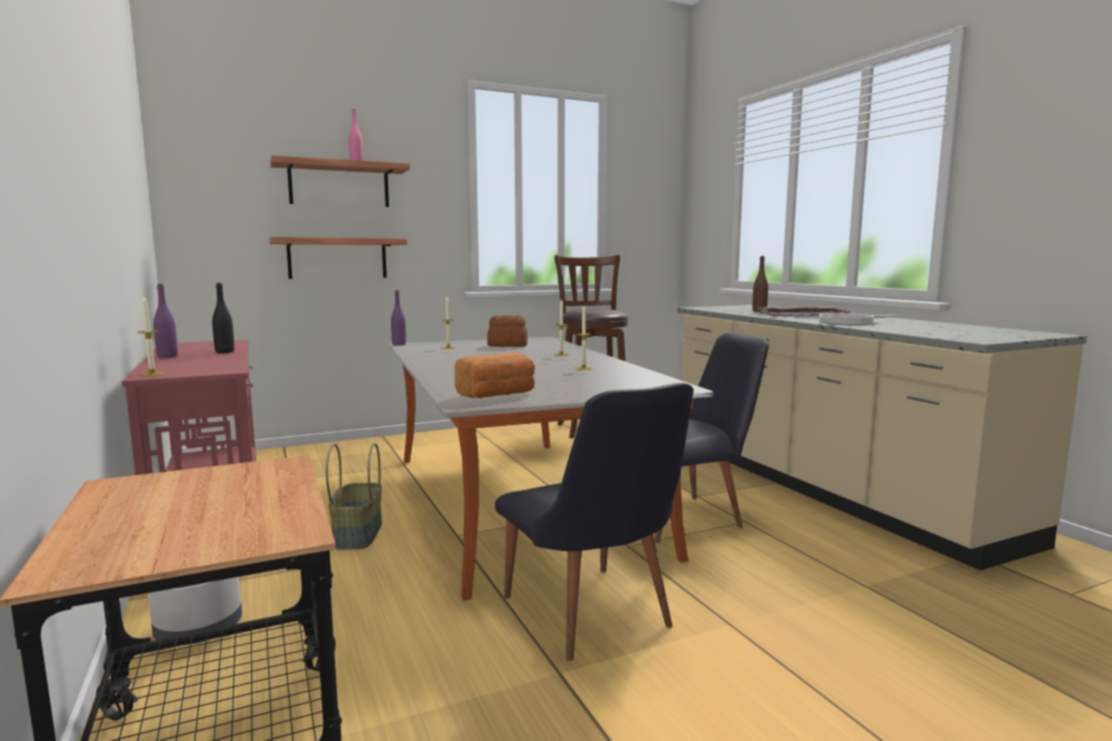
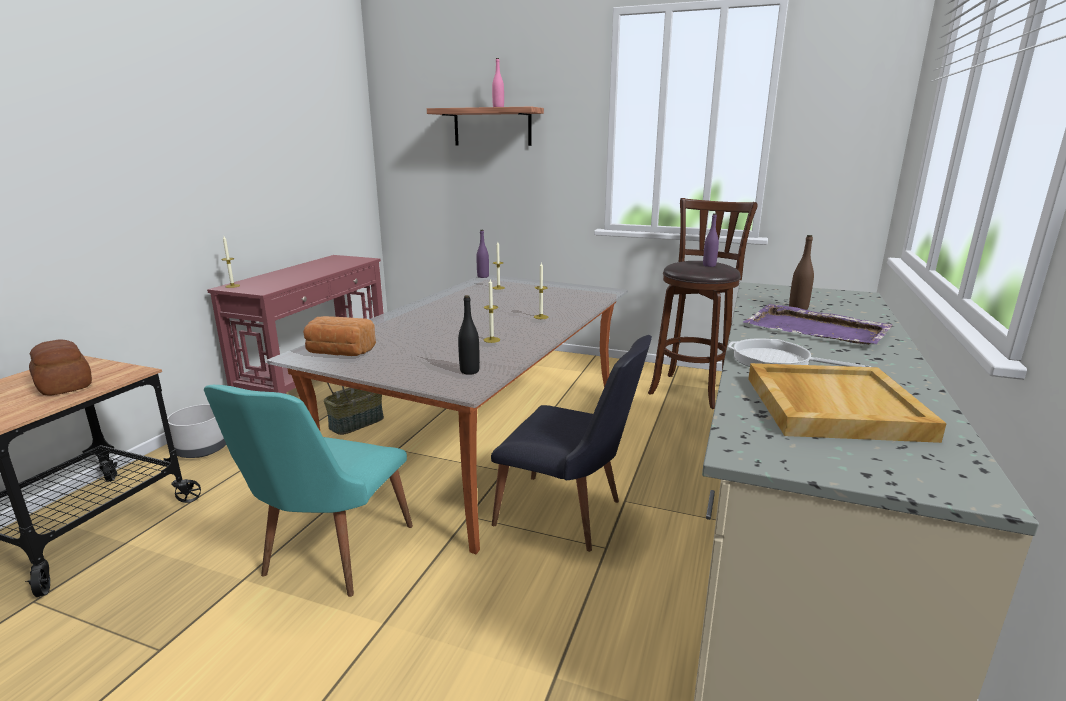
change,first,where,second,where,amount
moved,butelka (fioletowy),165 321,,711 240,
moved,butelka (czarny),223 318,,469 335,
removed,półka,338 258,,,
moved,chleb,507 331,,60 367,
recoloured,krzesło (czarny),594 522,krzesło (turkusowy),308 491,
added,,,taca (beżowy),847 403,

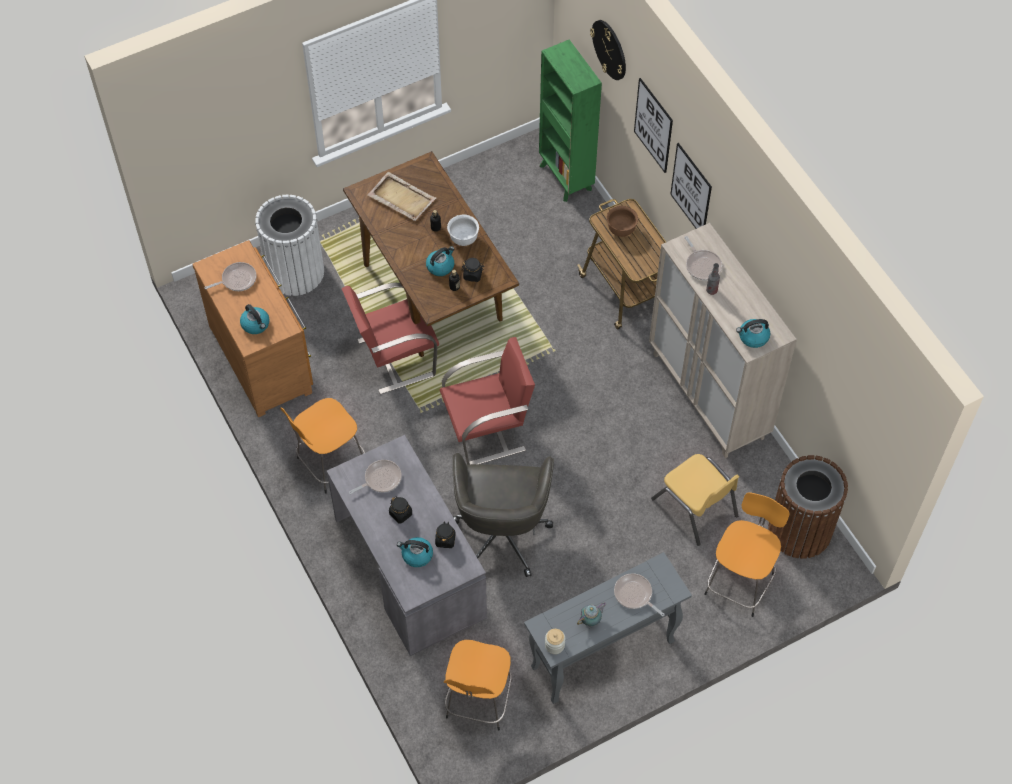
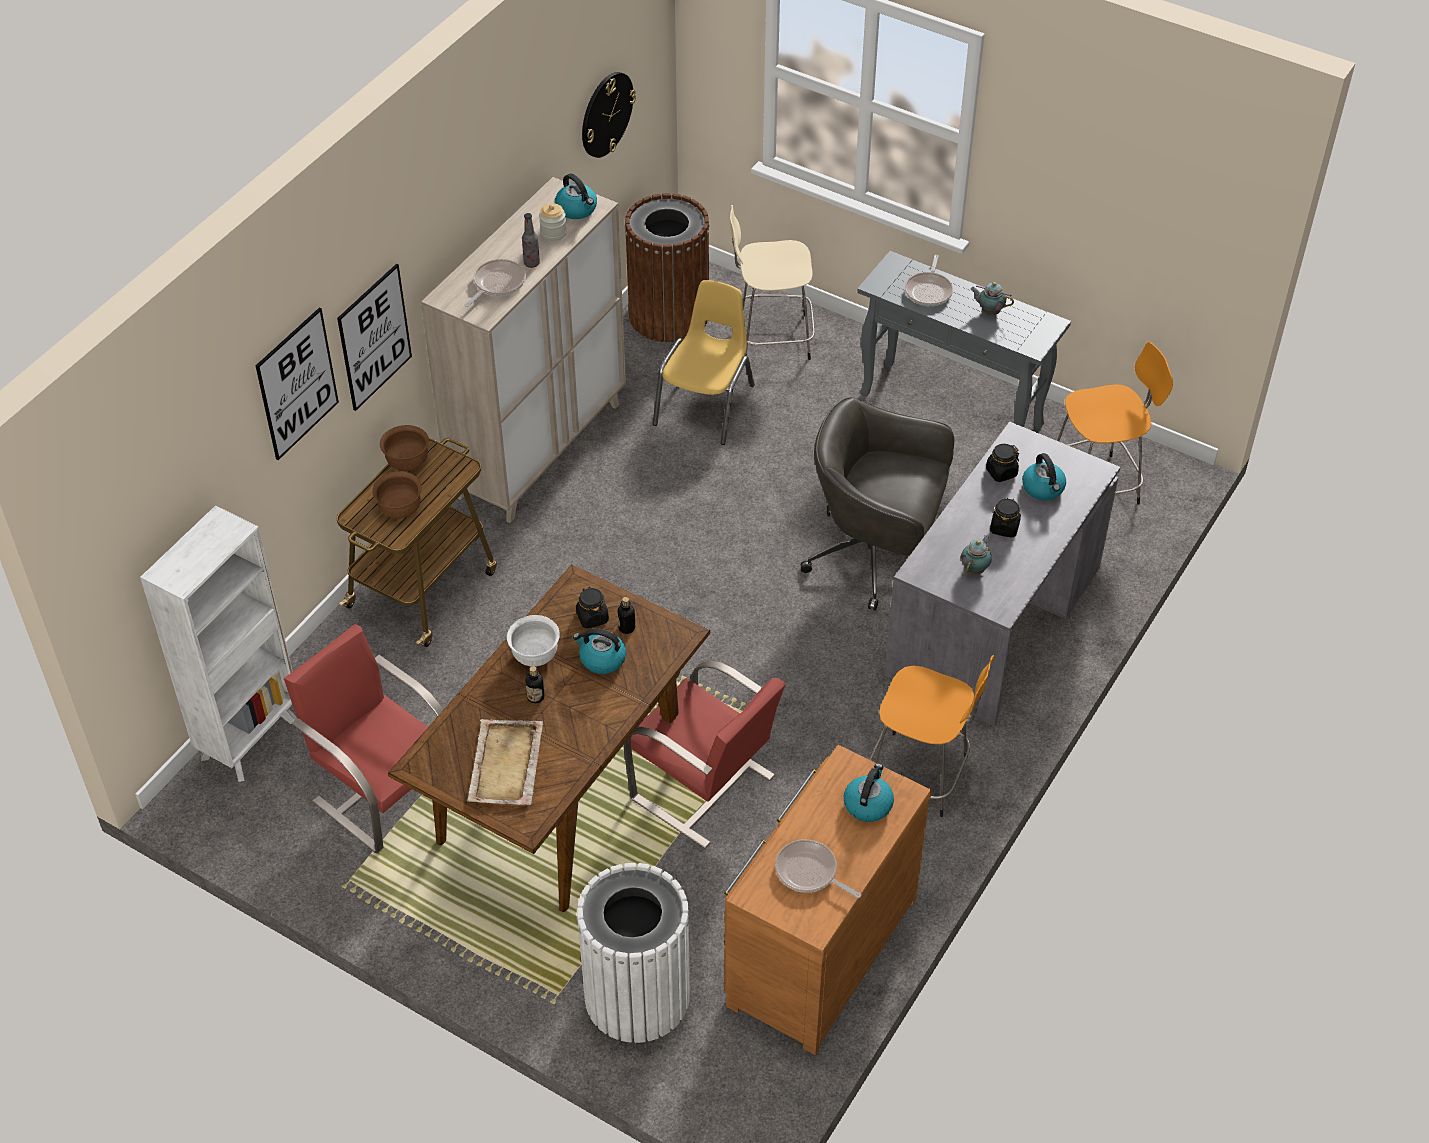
change,first,where,second,where,amount
replaced,patelnia,375 477,imbryk,976 555,
moved,krzesło (czerwony),487 400,,364 738,
turned,krzesło biurowe (szary),503 515,,877 503,135 degrees counterclockwise
recoloured,regał (zielony),570 120,regał (biały),218 643,
moved,słoik,555 641,,553 222,
moved,zegar ścienny,608 50,,609 115,
recoloured,stołek (pomarańczowy),746 554,stołek (beżowy),772 282,
added,,,miska (brązowy),404 448,

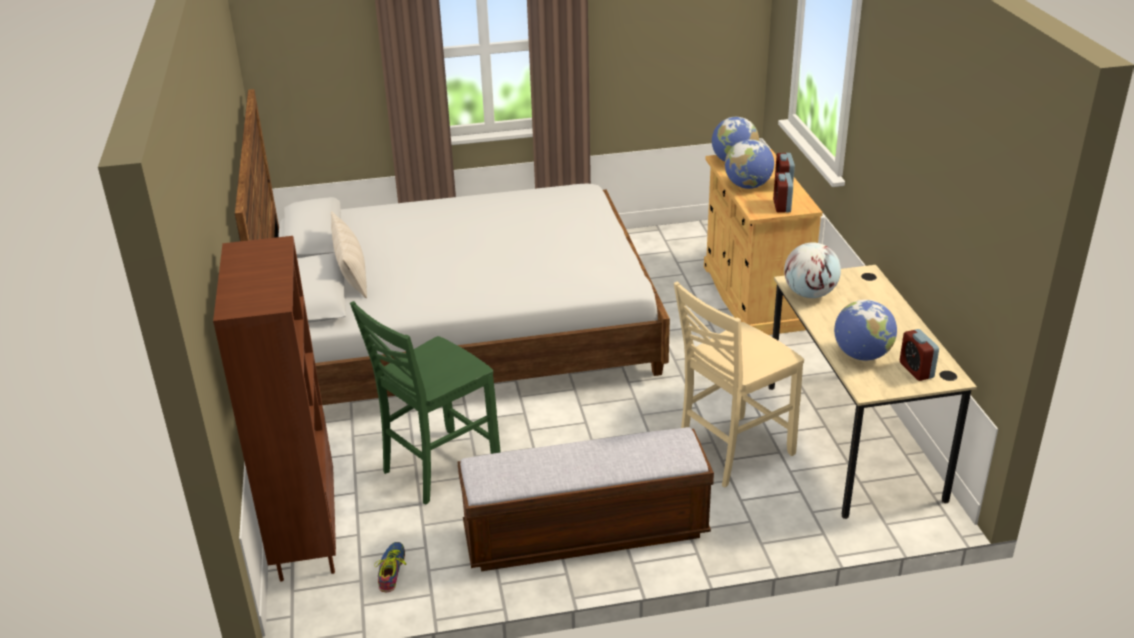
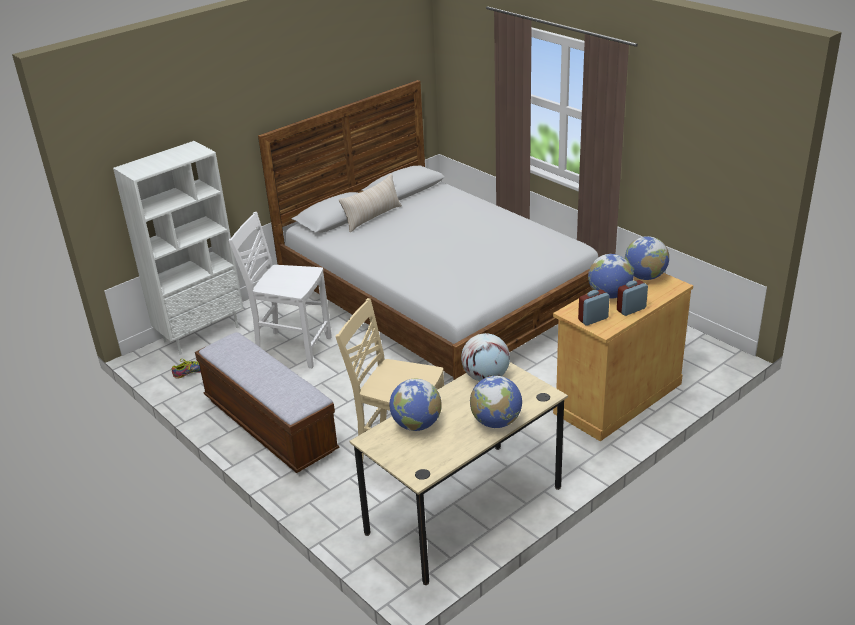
change,first,where,second,where,amount
recoloured,regał (brązowy),274 408,regał (biały),178 248,
recoloured,krzesło (zielony),425 403,krzesło (biały),280 290,
removed,budzik,919 355,,,
added,,,globus,496 402,

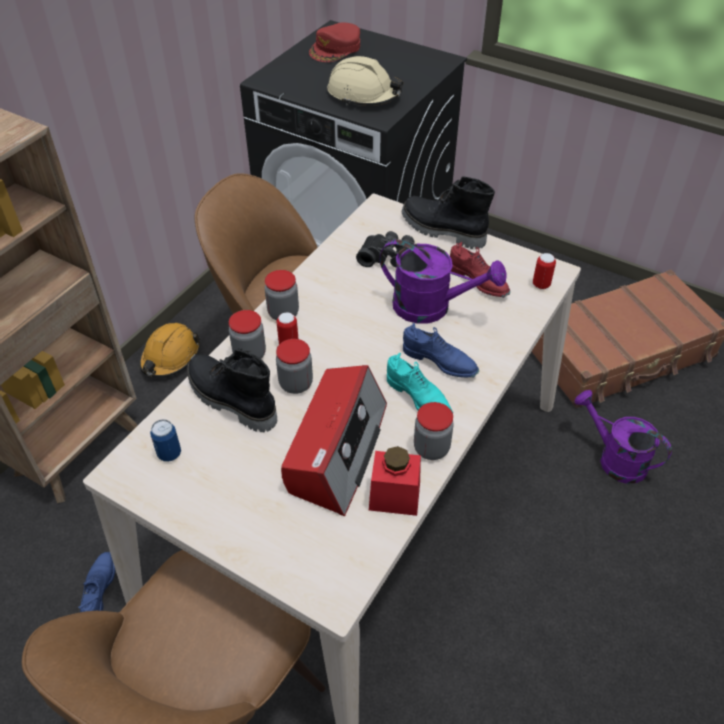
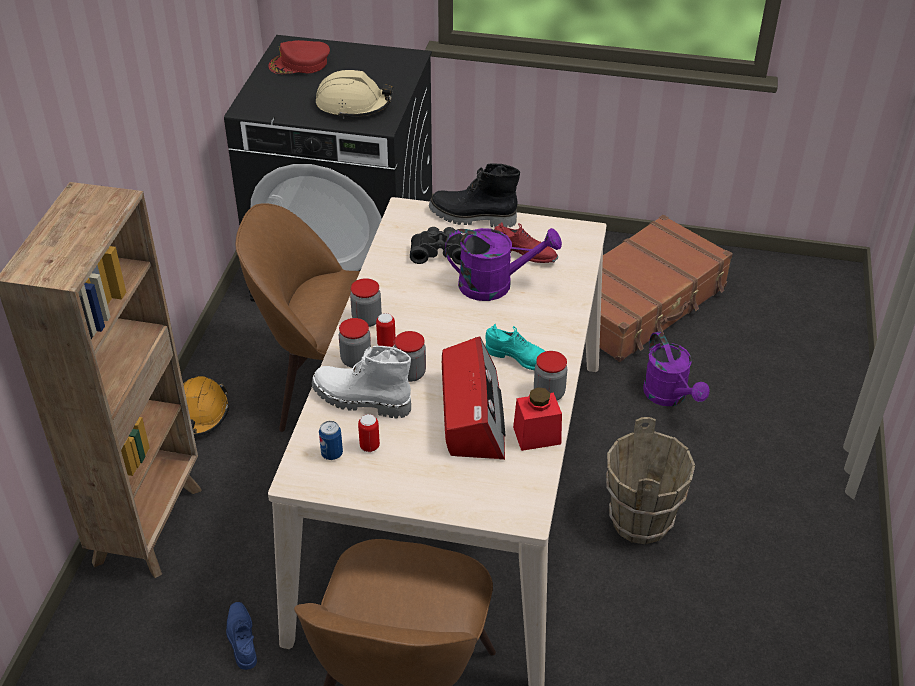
change,first,where,second,where,amount
recoloured,but z cholewką (czarny),232 390,but z cholewką (biały),361 382,
turned,czapka z daszkiem (czerwony),334 42,,299 57,60 degrees clockwise
removed,but (niebieski),441 350,,,
moved,puszka,544 271,,369 433,
turned,konewka (fioletowy),623 437,,676 368,135 degrees counterclockwise
added,,,wiadro (brązowy),650 480,

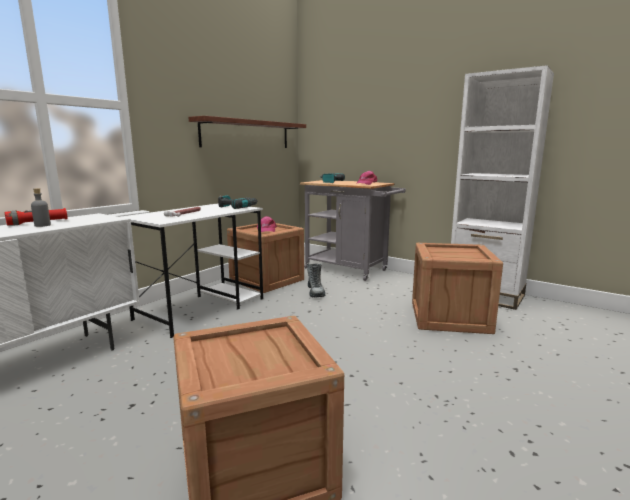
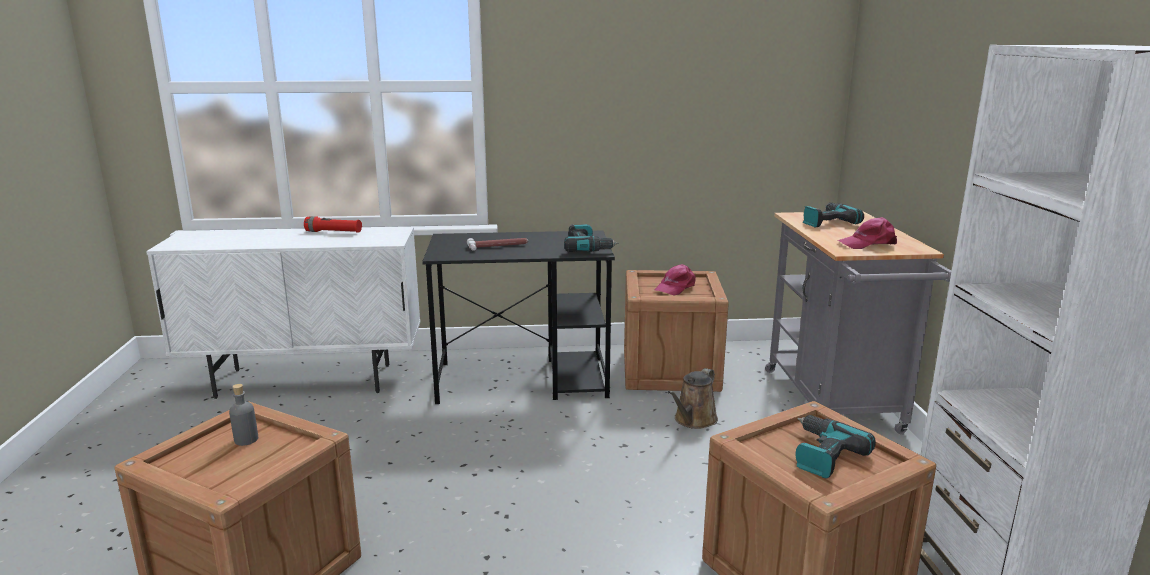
change,first,where,second,where,amount
moved,butelka (szary),41 207,,243 415,
recoloured,biurko (biały),192 270,biurko (czarny),518 317,
removed,półka,247 132,,,
replaced,but z cholewką,316 280,konewka (brązowy),693 398,
added,,,wiertarka,836 446,

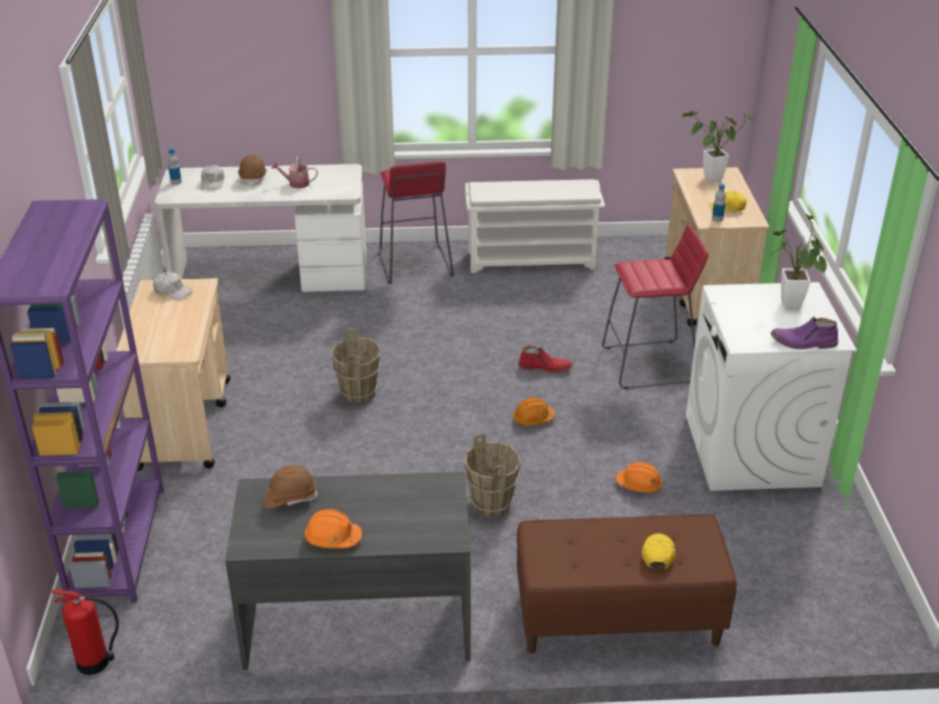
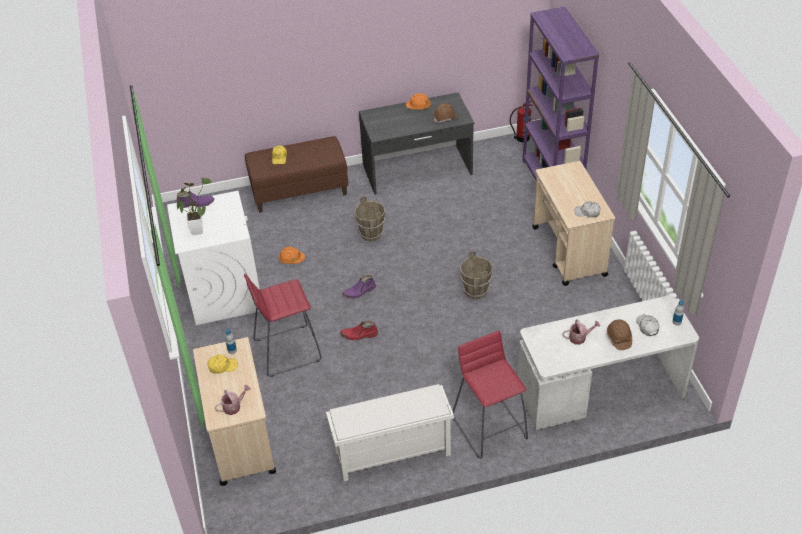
change,first,where,second,where,amount
replaced,kask (pomarańczowy),534 411,but z cholewką (fioletowy),359 287,
replaced,roślina doniczkowa,717 146,konewka,233 400,

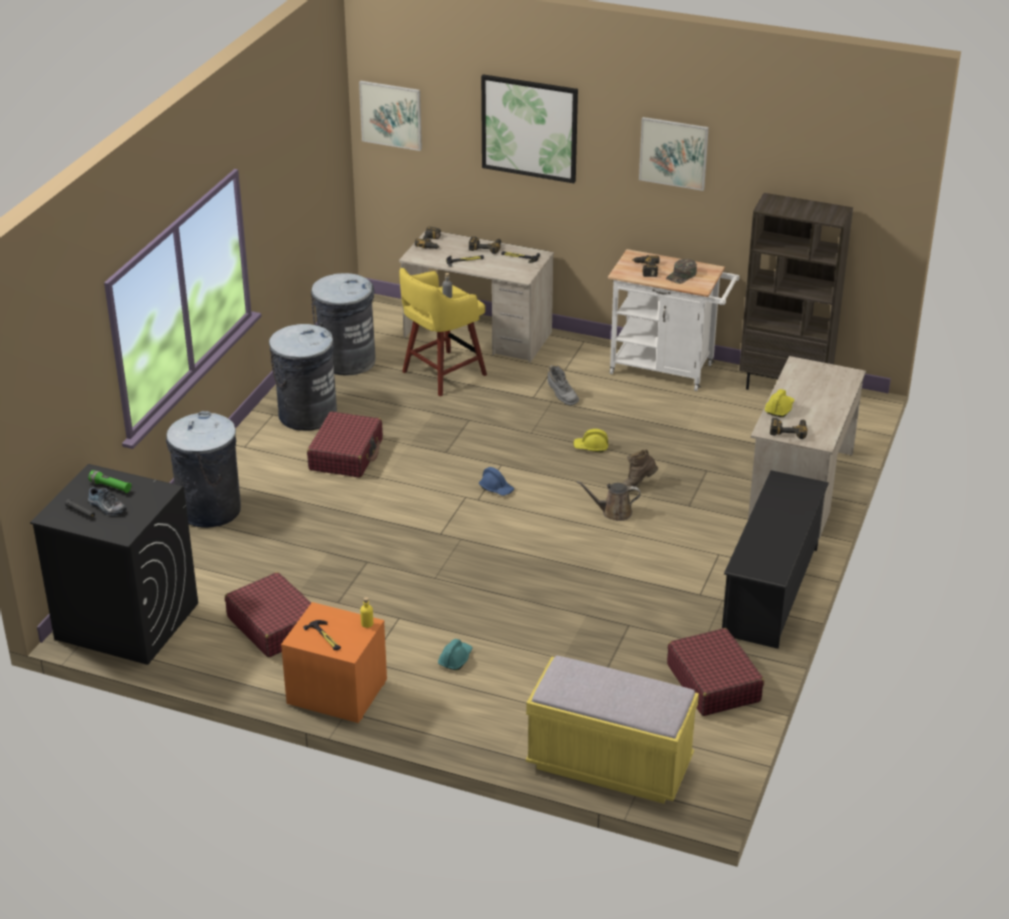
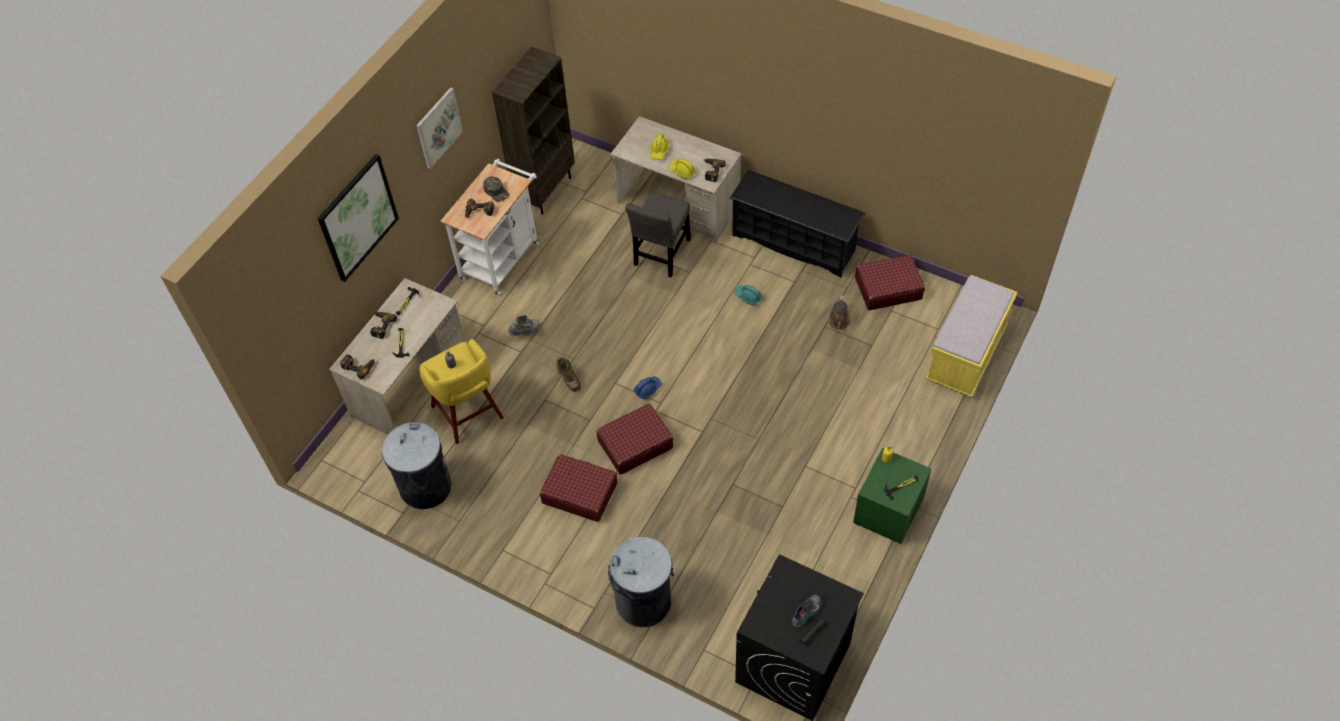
change,first,where,second,where,amount
removed,latarka (zielony),110 481,,,
moved,walizka (czerwony),268 614,,634 439,
removed,kosz na śmieci (szary),303 377,,,
recoloured,szafka nocna (pomarańczowy),334 662,szafka nocna (zielony),892 496,
removed,obraz,390 116,,,
moved,kask (turkusowy),455 654,,748 295,
moved,kask (żółty),590 441,,659 146,
moved,konewka (brązowy),608 501,,839 312,
moved,but z cholewką (brązowy),640 470,,568 374,
added,,,krzesło (szary),658 234,

